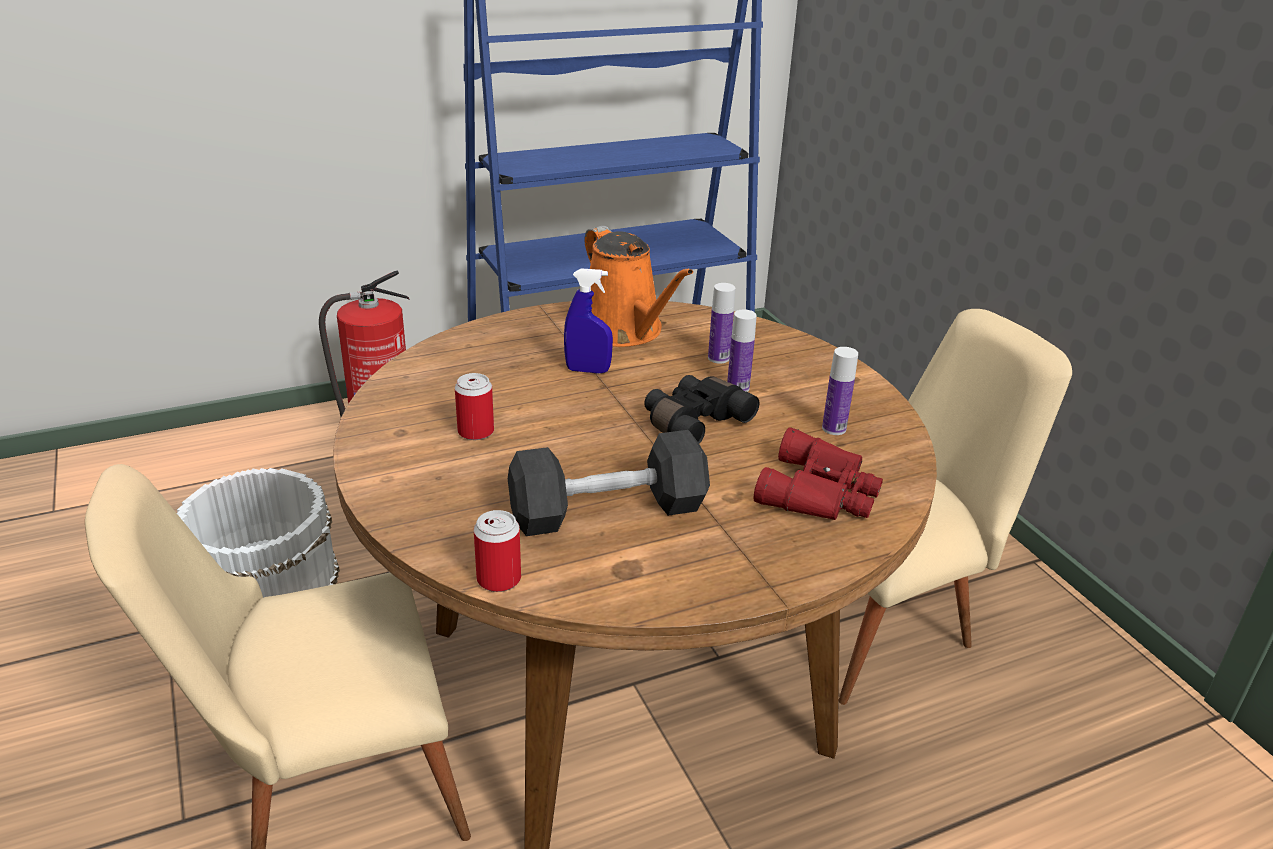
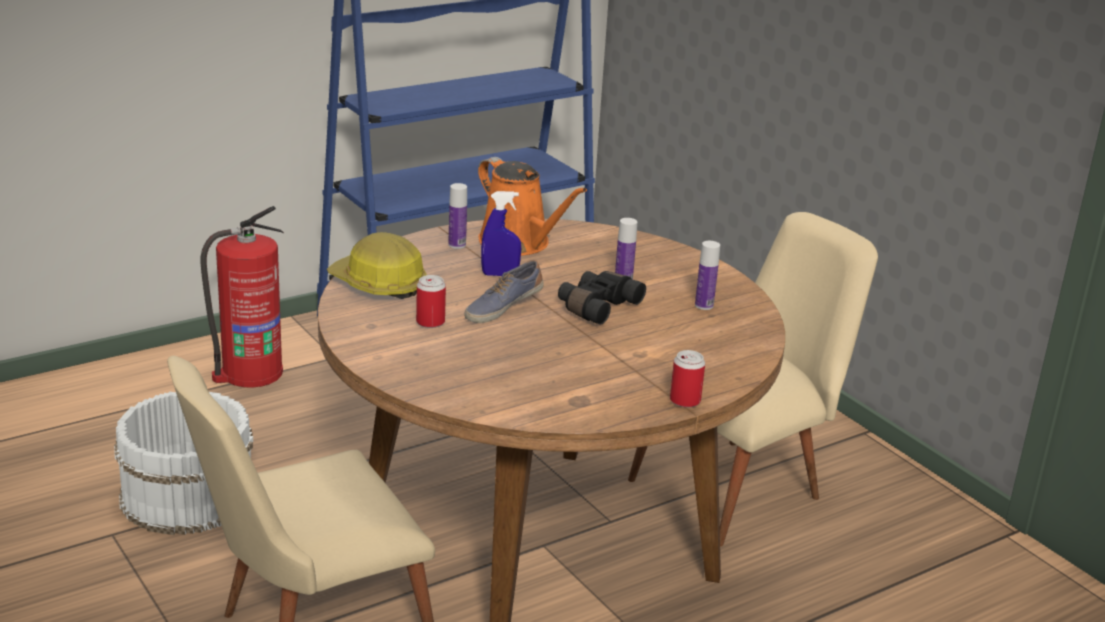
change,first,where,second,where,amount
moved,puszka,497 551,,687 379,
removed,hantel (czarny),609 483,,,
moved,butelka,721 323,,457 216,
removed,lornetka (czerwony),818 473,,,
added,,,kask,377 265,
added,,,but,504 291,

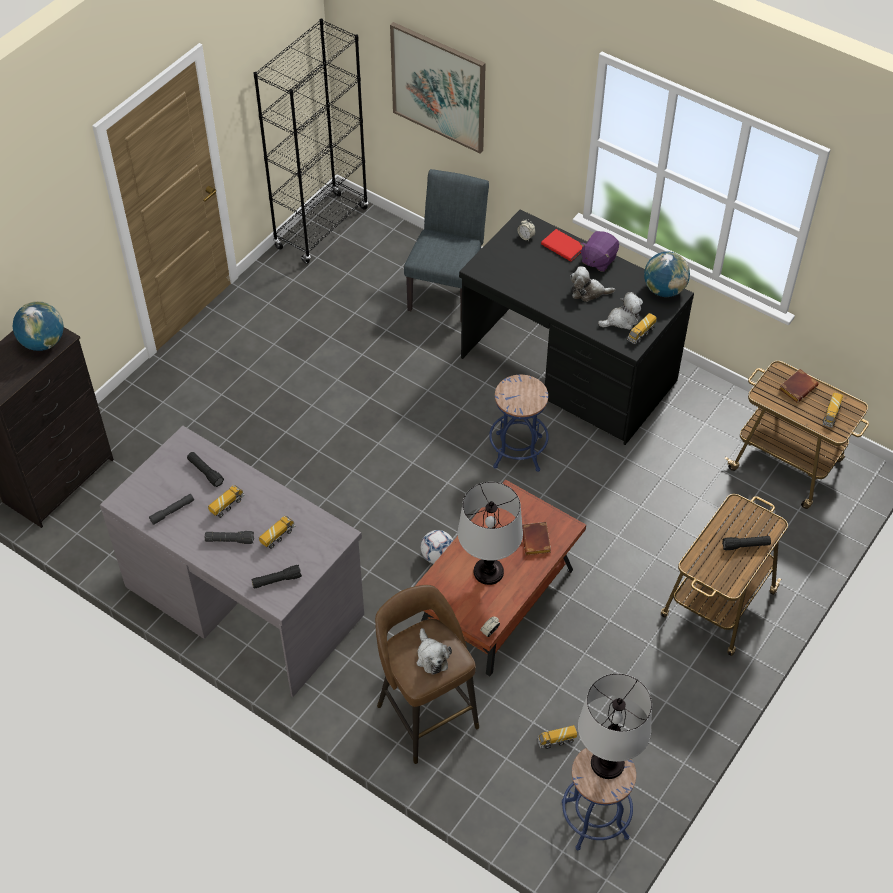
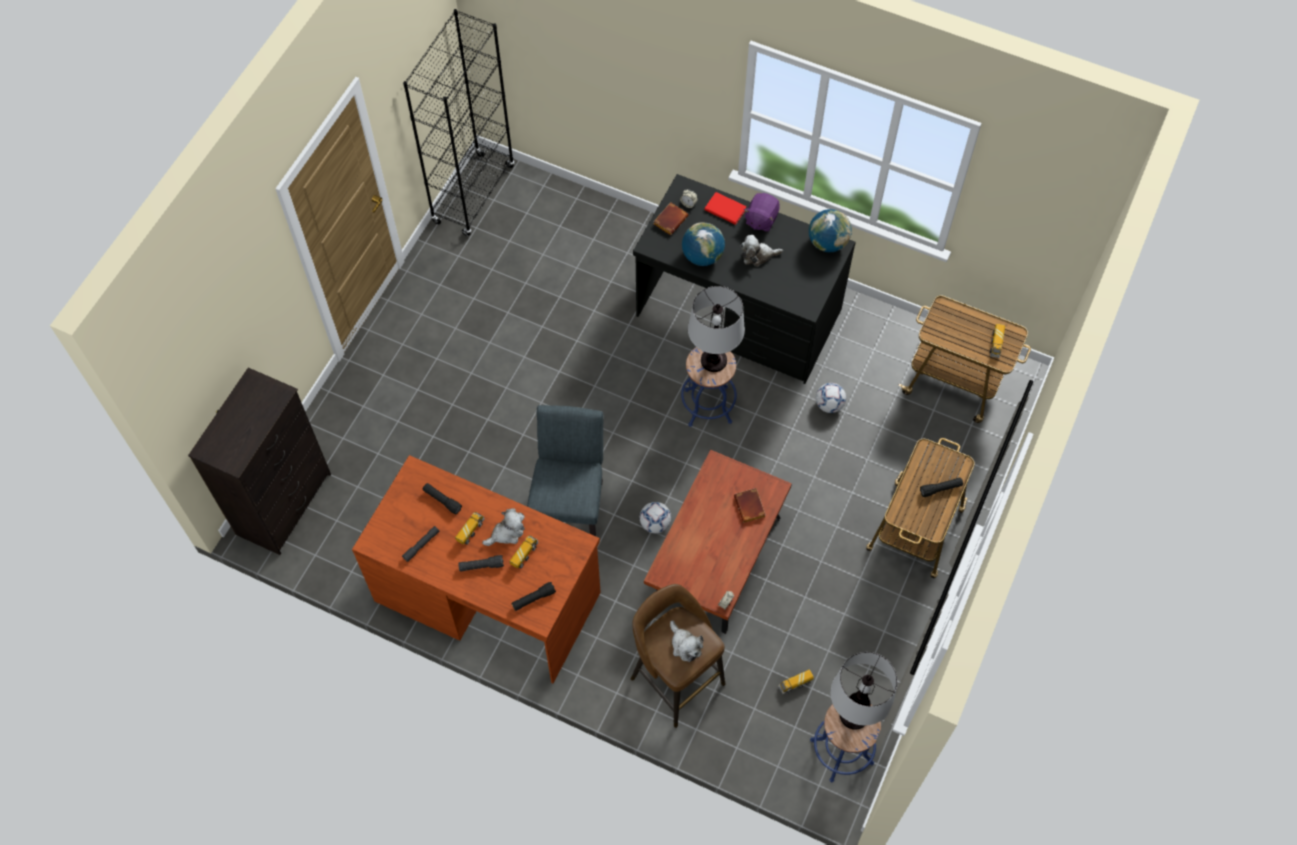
change,first,where,second,where,amount
moved,globus,38 326,,703 244,
recoloured,biurko (szary),232 561,biurko (brązowy),476 569,
removed,obraz,438 87,,,
moved,krzesło (szary),446 245,,565 470,
moved,lampa stołowa,490 533,,716 329,
moved,pluszak,620 311,,503 527,
removed,ciężarówka zabawkowa,642 329,,,
moved,książka (brązowy),799 386,,670 218,
added,,,piłka futbolowa,831 398,

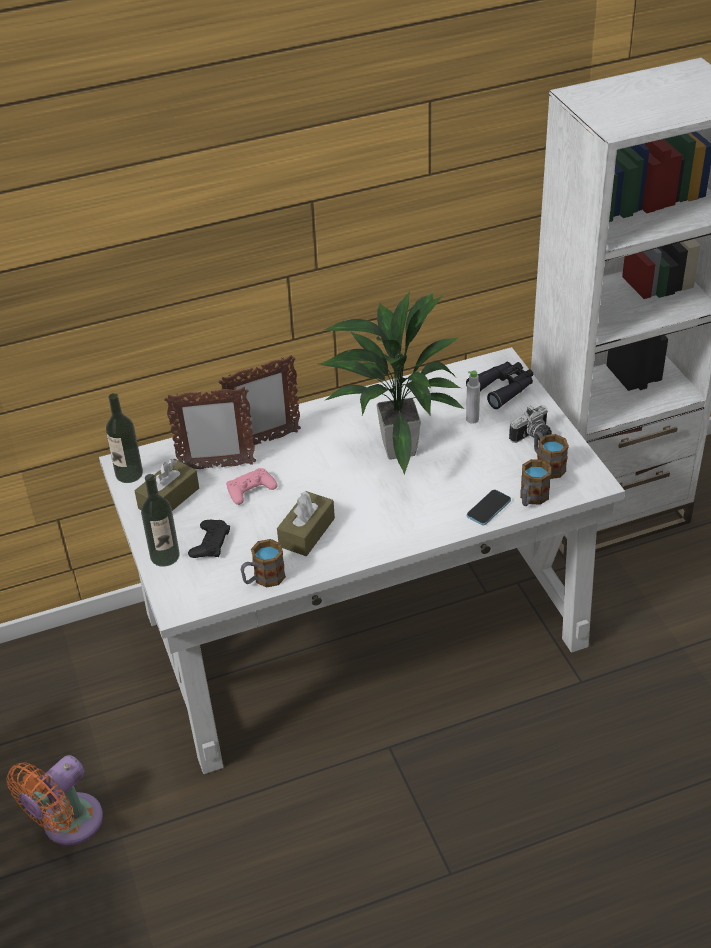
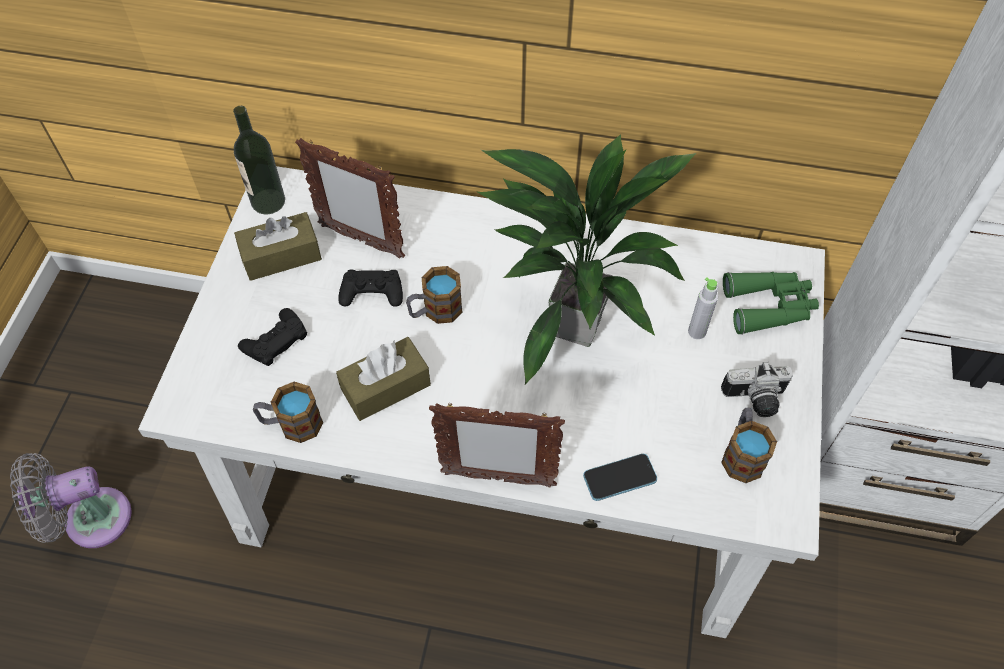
change,first,where,second,where,amount
recoloured,wentylator (pomarańczowy),54 800,wentylator (szary),71 500,
removed,butelka,160 520,,,
moved,ramka na zdjęcie,259 401,,497 445,
recoloured,pad do gier (różowy),252 486,pad do gier (czarny),370 288,
recoloured,lornetka (czarny),499 385,lornetka (zielony),771 303,
moved,kubek,535 482,,434 295,

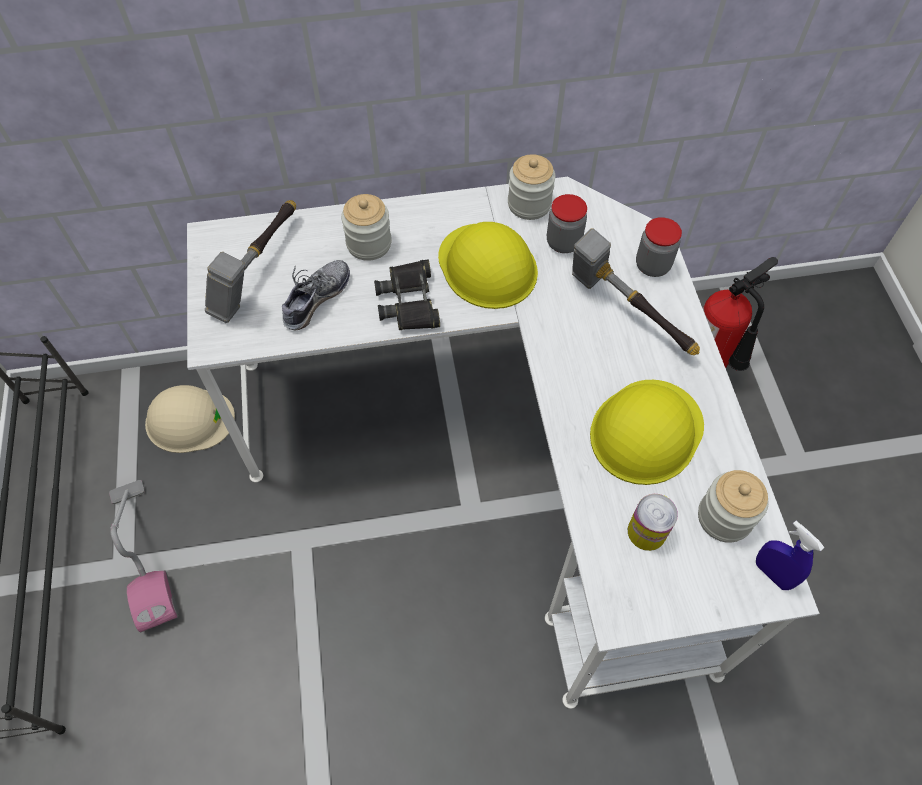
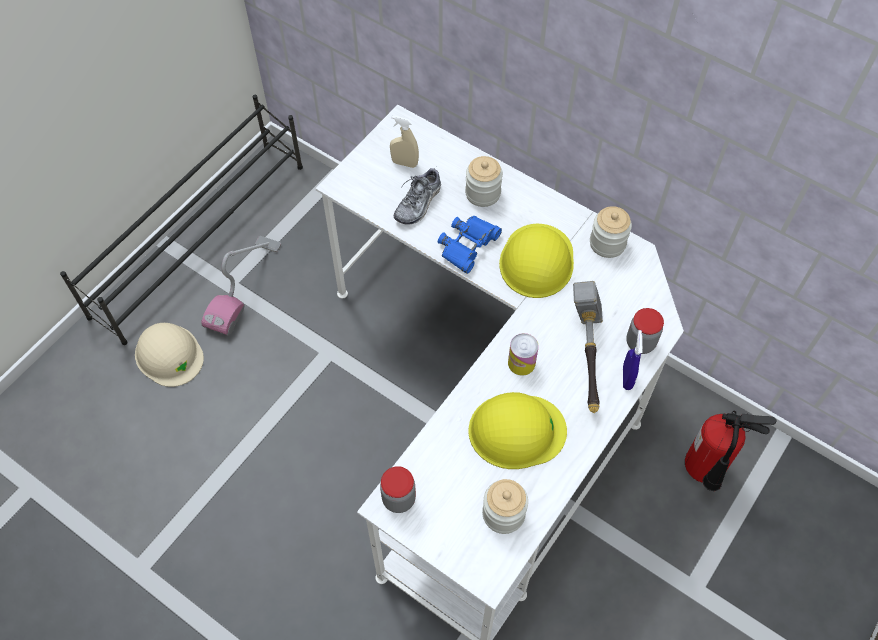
change,first,where,second,where,amount
moved,kask (beżowy),190 419,,169 355,
replaced,młotek,250 261,spryskiwacz (beżowy),404 142,
turned,but,316 295,,417 196,135 degrees clockwise
recoloured,lornetka (czarny),407 295,lornetka (niebieski),470 245,
moved,słoik,567 223,,398 489,
moved,puszka,653 522,,523 354,
moved,spryskiwacz (niebieski),790 555,,633 360,

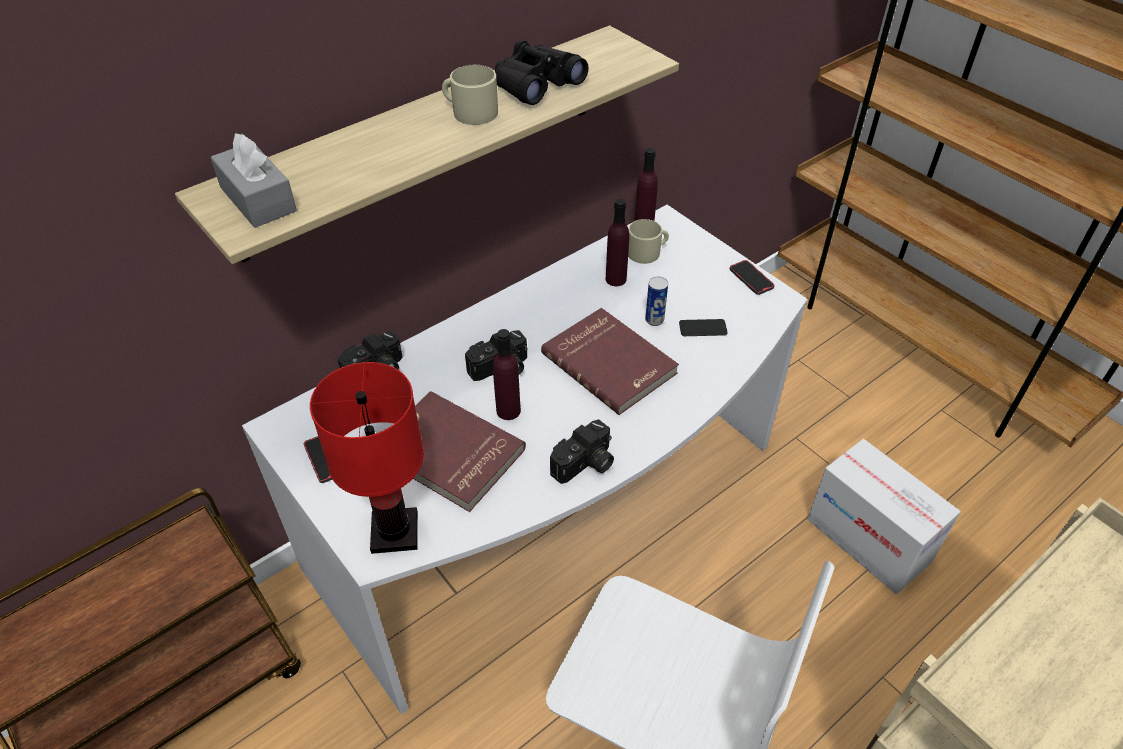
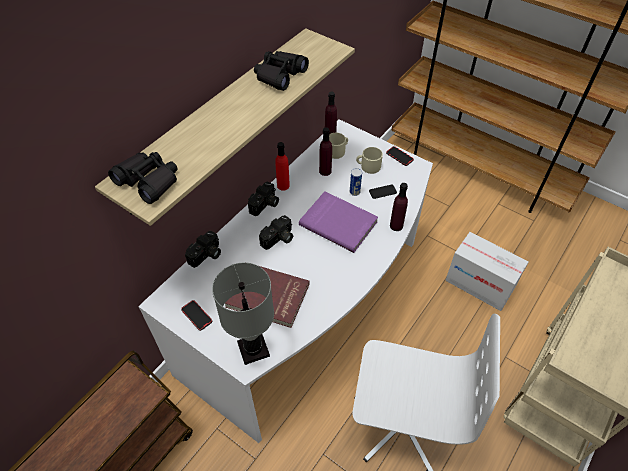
change,first,where,second,where,amount
replaced,pudełko chusteczek (szary),253 180,lornetka (czarny),143 178,
recoloured,lampa stołowa (czerwony),367 458,lampa stołowa (szary),243 313,
moved,kubek (beżowy),470 95,,369 160,
moved,butelka (fioletowy),507 374,,399 207,
recoloured,książka (czerwony),610 361,książka (fioletowy),338 222,
moved,aparat fotograficzny,582 451,,263 198,
added,,,butelka (czerwony),282 166,

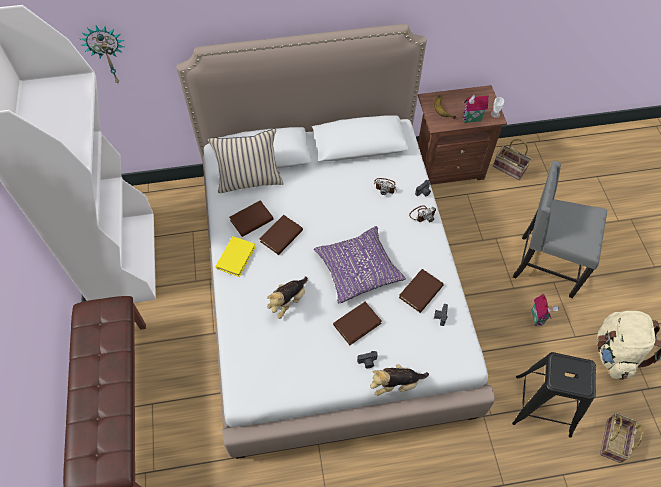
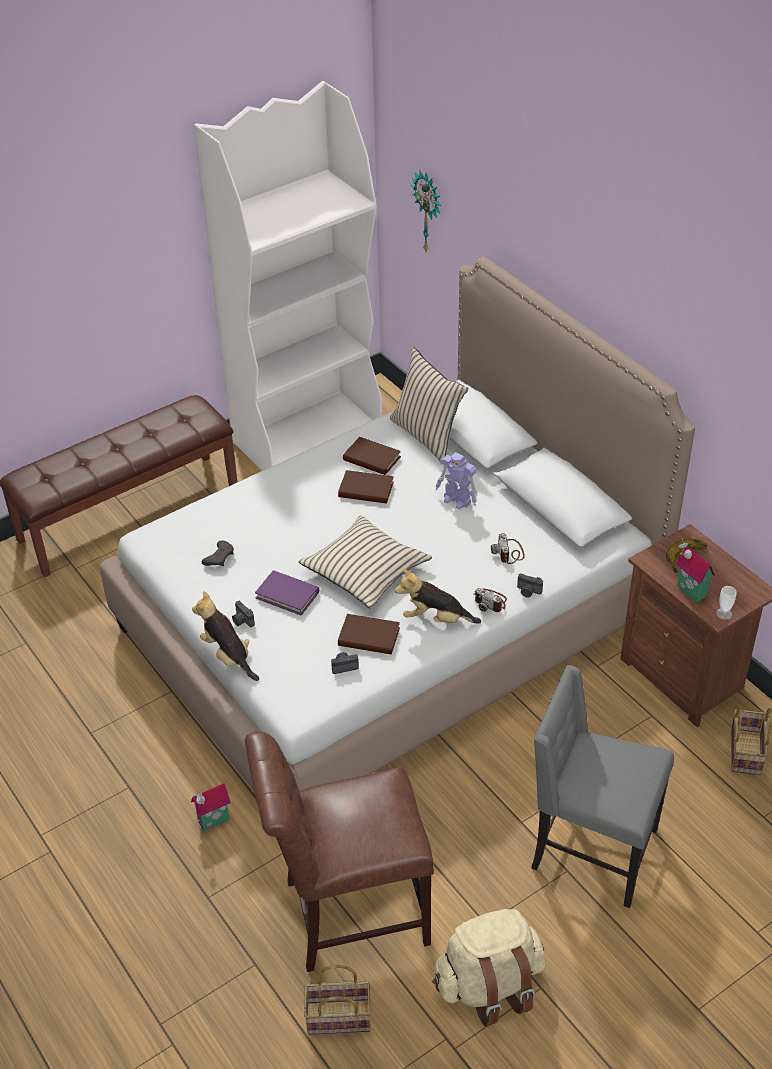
change,first,where,second,where,amount
removed,książka (żółty),235 256,,,
moved,pluszak,287 297,,438 596,
recoloured,poduszka (fioletowy),360 264,poduszka (beżowy),365 561,
recoloured,książka (brązowy),357 323,książka (fioletowy),287 593,
replaced,stołek (czarny),554 395,krzesło (brązowy),339 852,
turned,krzesło (szary),560 229,,603 786,60 degrees counterclockwise
moved,domek,546 310,,211 807,
added,,,pad do gier (szary),218 553,
added,,,robot zabawkowy,456 480,

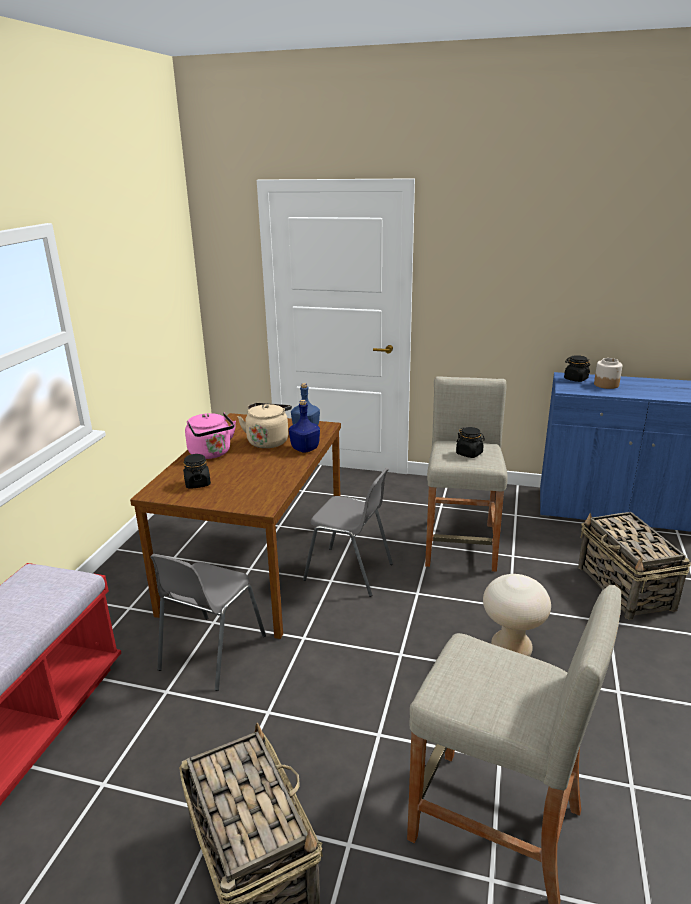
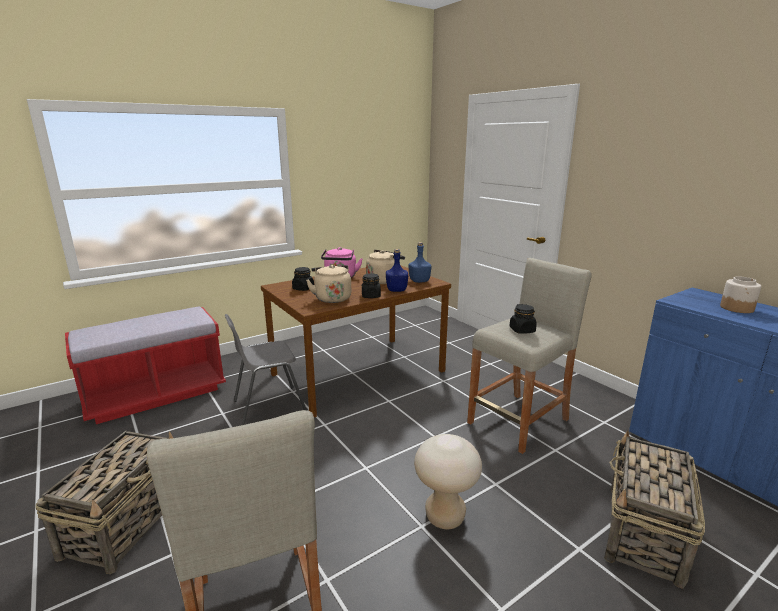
change,first,where,second,where,amount
removed,krzesło (szary),348 532,,,
moved,słoik (czarny),577 368,,371 285,
added,,,czajnik (beżowy),328 284,

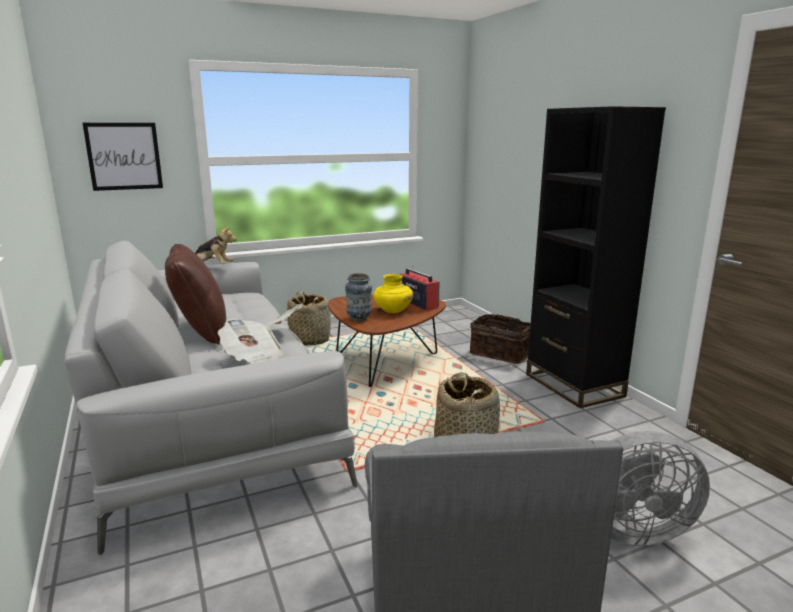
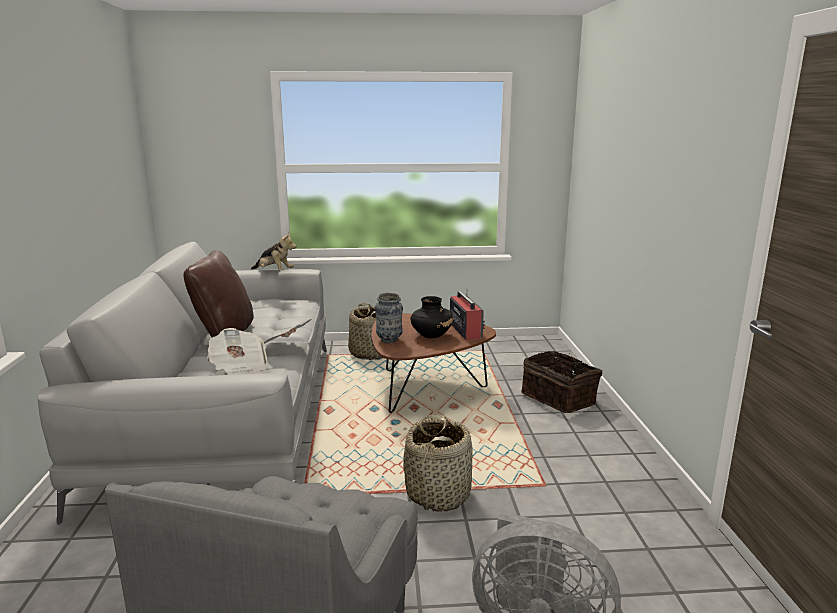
change,first,where,second,where,amount
removed,obraz,123 157,,,
recoloured,wazon (żółty),393 293,wazon (czarny),431 317,
removed,regał (czarny),596 257,,,

